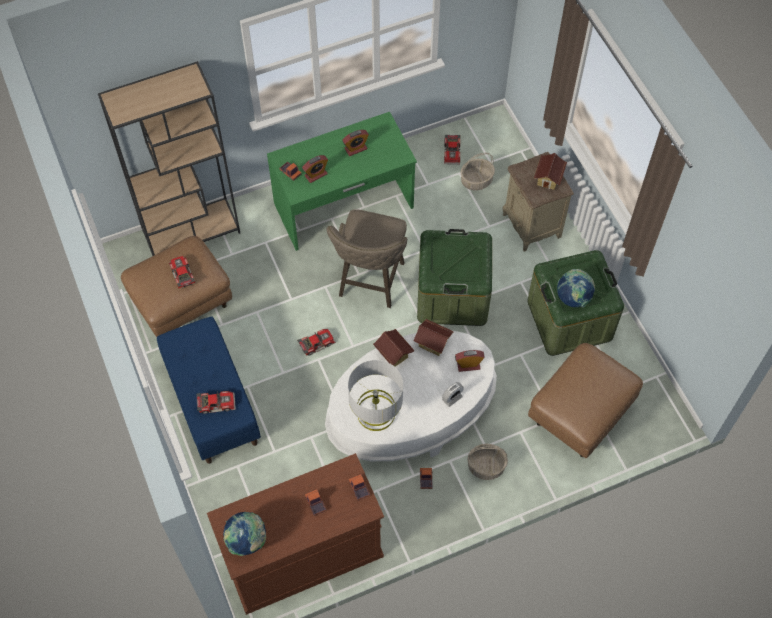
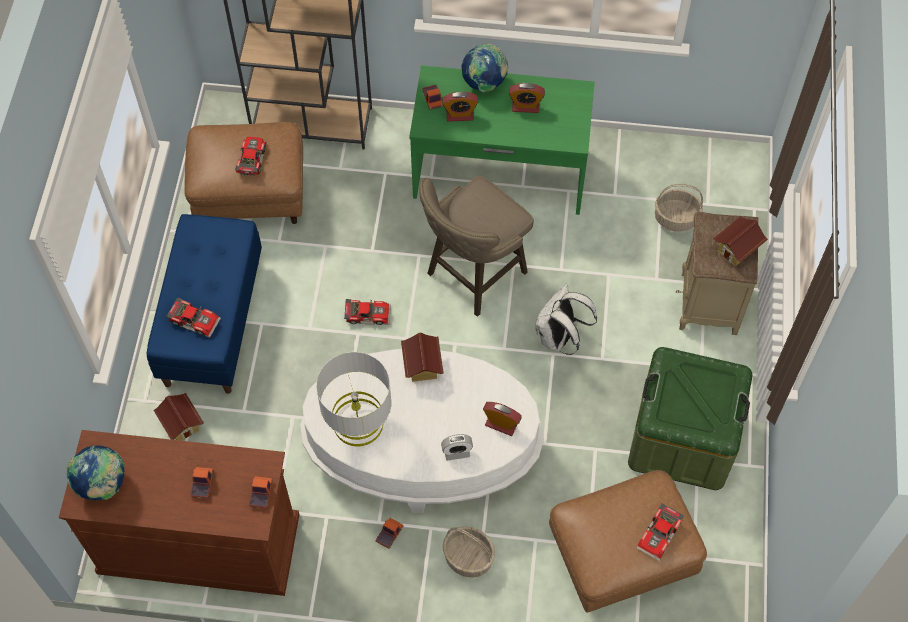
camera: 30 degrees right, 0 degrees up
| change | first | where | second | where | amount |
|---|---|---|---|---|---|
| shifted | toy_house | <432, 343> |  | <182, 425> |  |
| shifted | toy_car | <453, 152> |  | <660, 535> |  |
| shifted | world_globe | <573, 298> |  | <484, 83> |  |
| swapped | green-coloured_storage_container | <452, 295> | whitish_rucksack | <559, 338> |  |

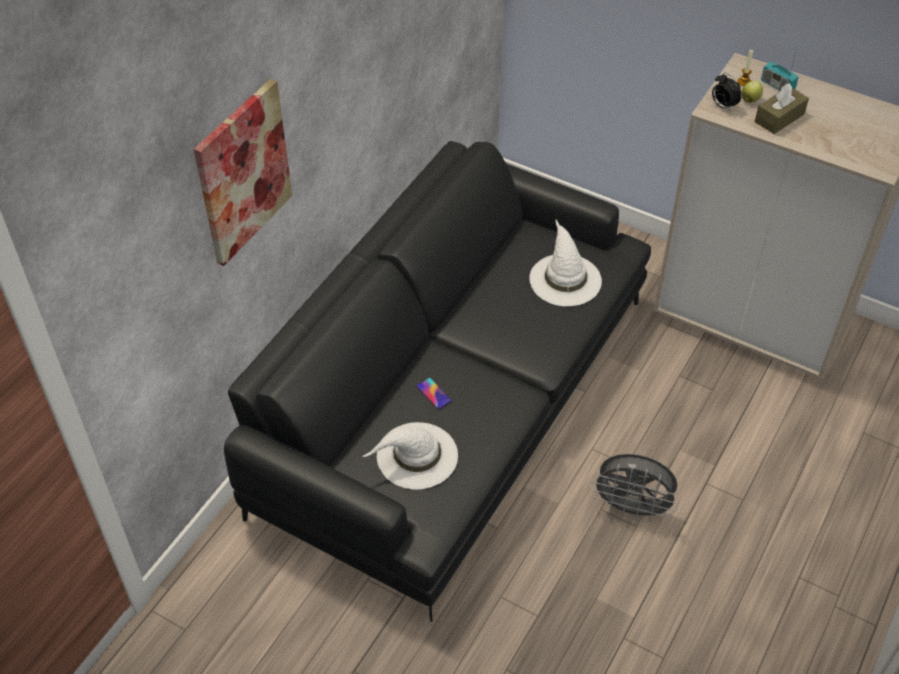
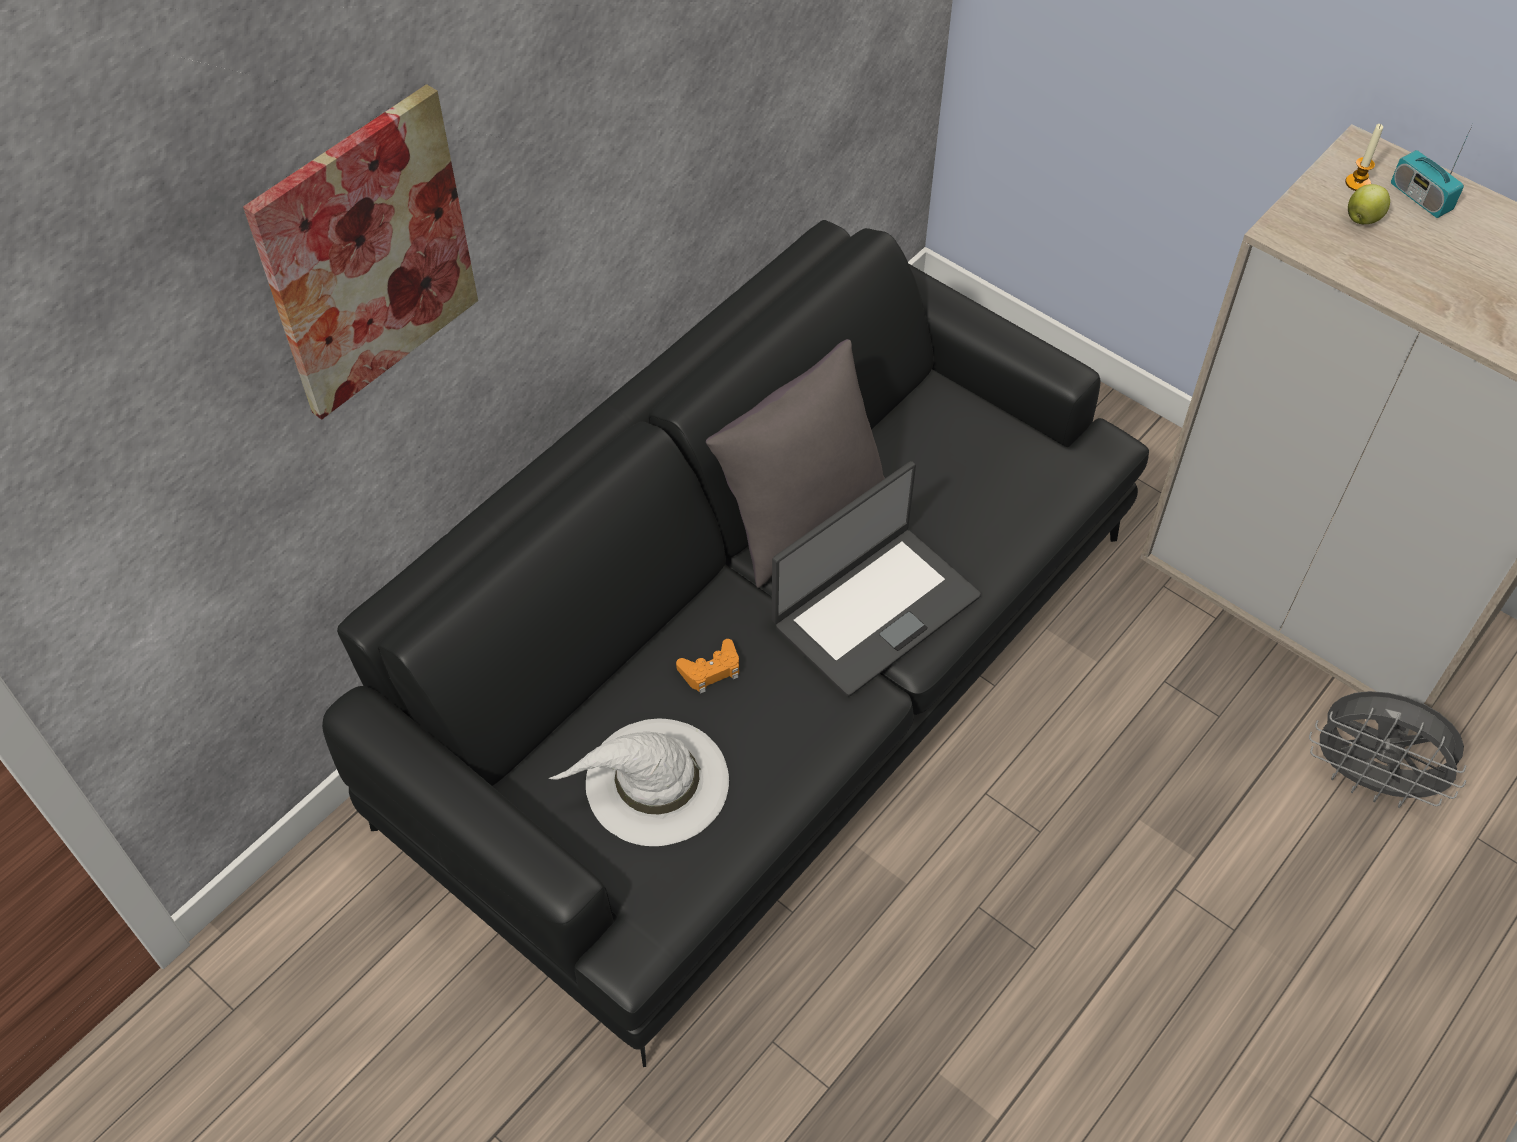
camera: 10 degrees right, 5 degrees up
| change | first | where | second | where | amount |
|---|---|---|---|---|---|
| gone | whitish_clothing_hat | <564, 279> |  |  |  |
| gone | bedside_clock | <723, 106> |  |  |  |
| gone | brown-coloured_tissue_holder | <779, 118> |  |  |  |
| new |  |  | gray_cushion | <800, 520> |  |
| new |  |  | portable_computer | <874, 609> |  |
| shifted | gray_electric_fan | <632, 509> |  | <1368, 780> |  |
| swapped | handset | <433, 393> | orange_joypad | <711, 670> |  |

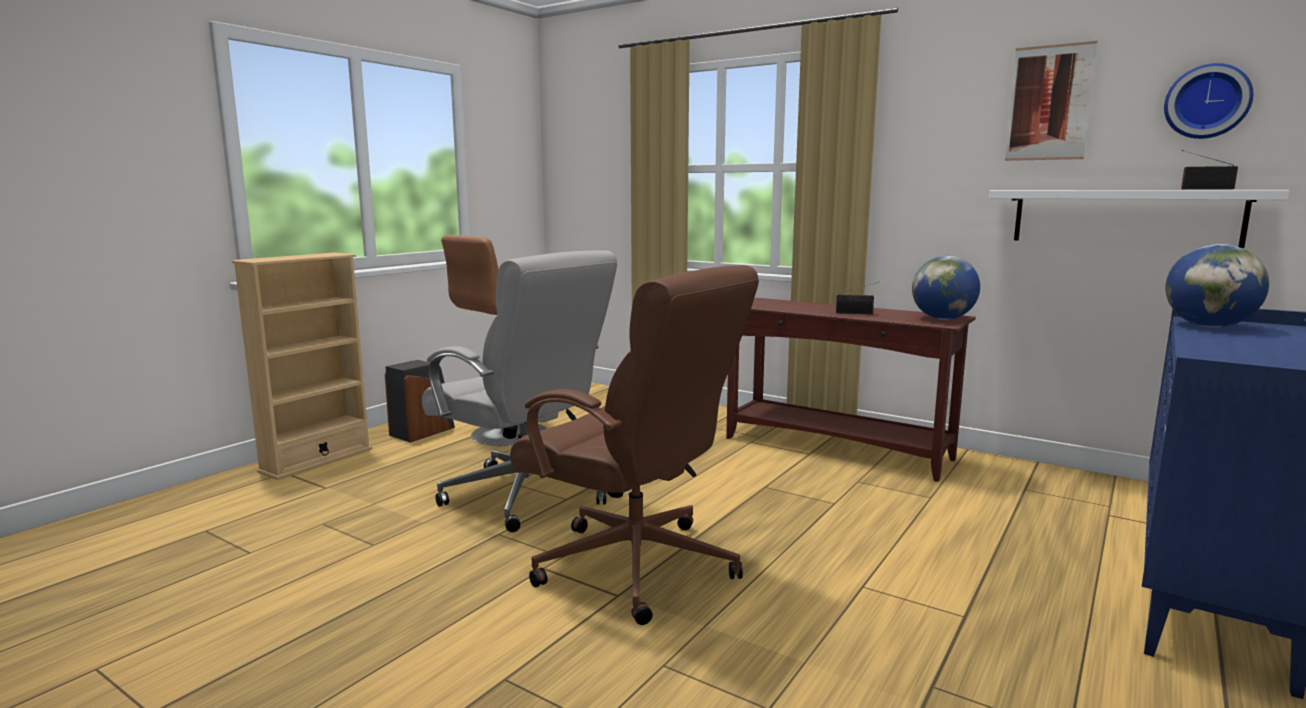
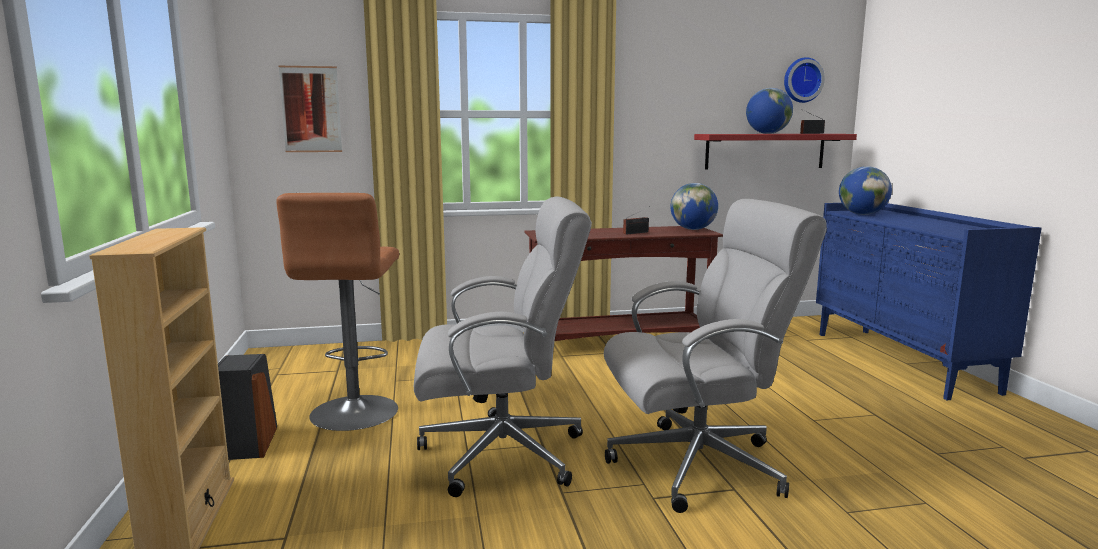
camera: 45 degrees left, 0 degrees up
| change | first | where | second | where | amount |
|---|---|---|---|---|---|
| new |  |  | world_globe | <767, 133> |  |
| shifted | wall_picture | <1049, 103> |  | <311, 109> |  |
| repainted | brown-coloured_computer_chair | <635, 565> | gray_computer_chair | <696, 465> |  |
| repainted | whitish_bracket_shelf | <1124, 217> | reddish_bracket_shelf | <765, 151> |  |

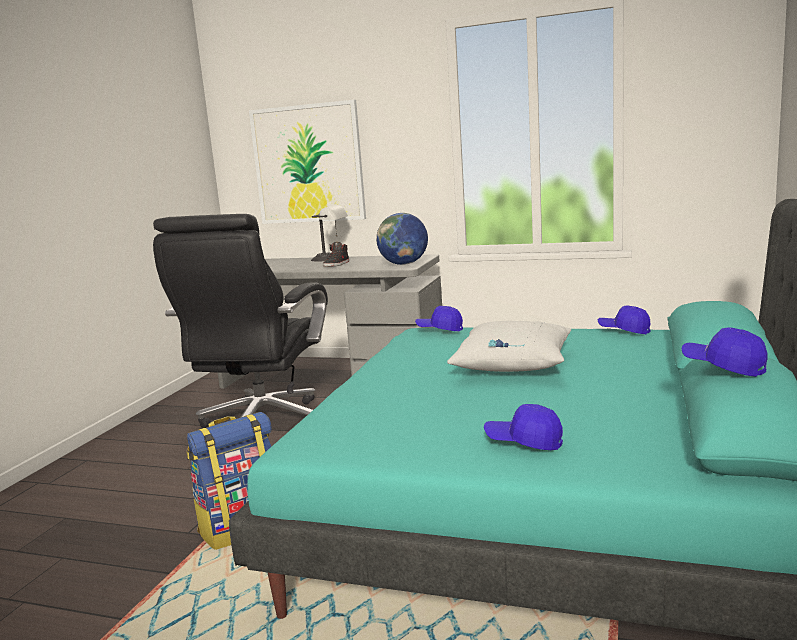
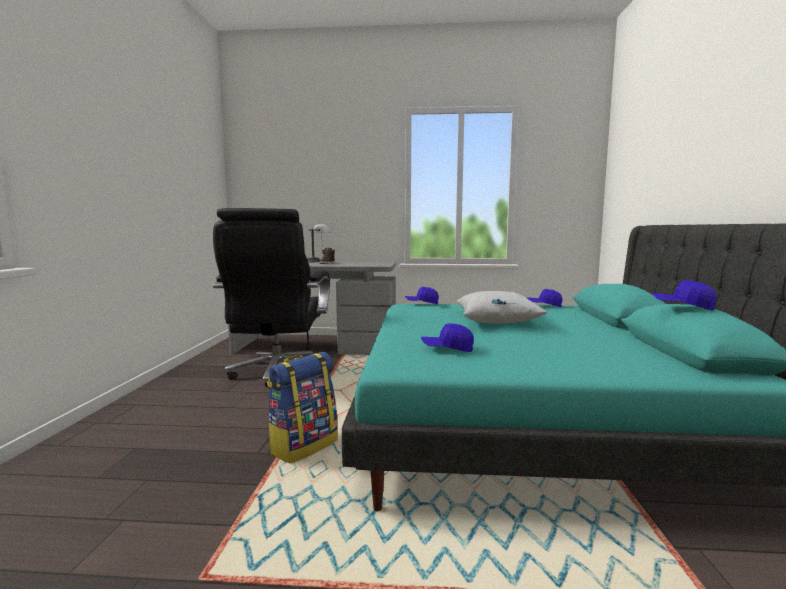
camera: 15 degrees left, 5 degrees down
| change | first | where | second | where | amount |
|---|---|---|---|---|---|
| gone | wall_picture | <308, 164> |  |  |  |
| gone | world_globe | <404, 264> |  |  |  |
| shifted | bluish_peaked_cap | <524, 442> |  | <447, 349> |  |

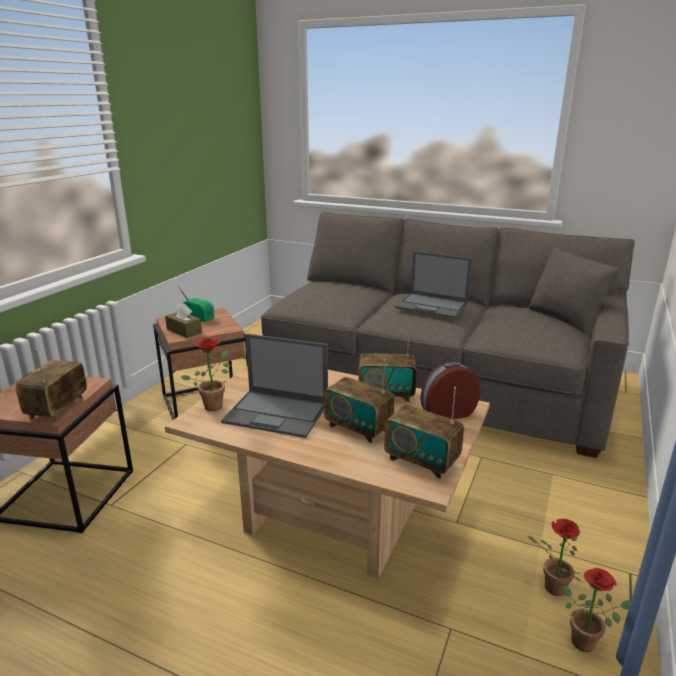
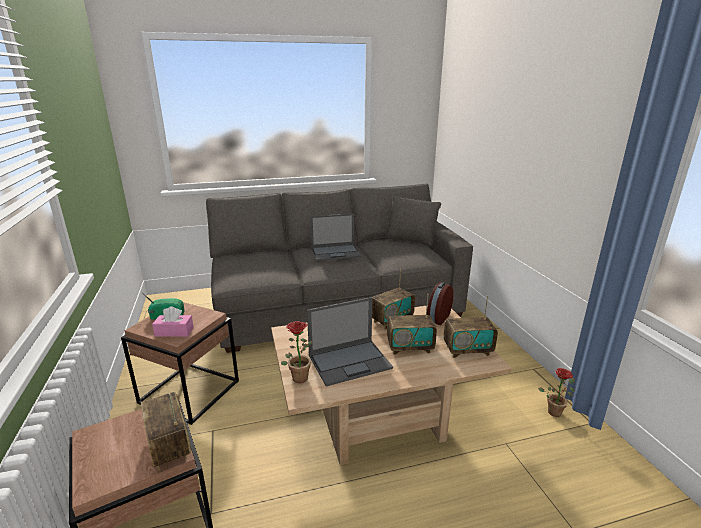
camera: 40 degrees left, 0 degrees up
| change | first | where | second | where | amount |
|---|---|---|---|---|---|
| gone | houseplant | <550, 588> |  |  |  |
| repainted | brown-coloured_tissue_holder | <184, 331> | pink_tissue_holder | <174, 331> |  |

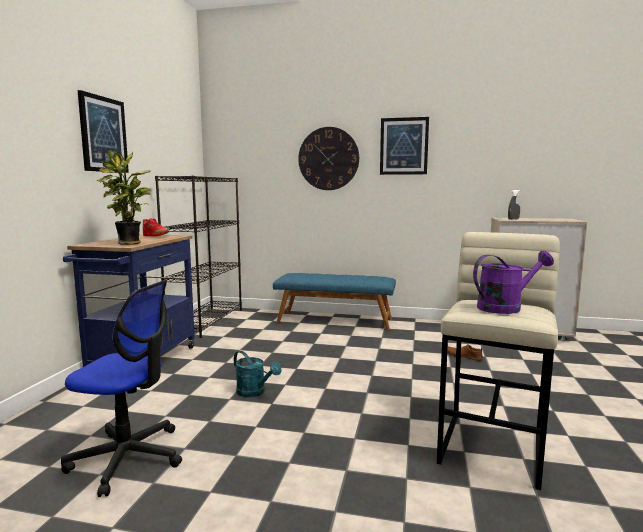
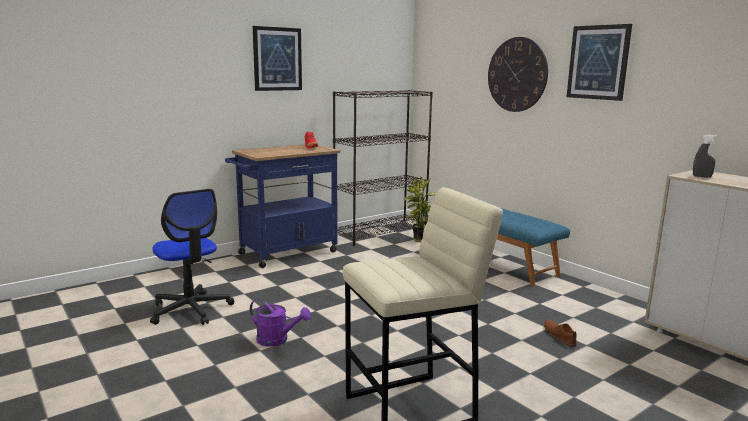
camera: 40 degrees right, 5 degrees up
| change | first | where | second | where | amount |
|---|---|---|---|---|---|
| gone | turquoise_watering_can | <255, 392> |  |  |  |
| shifted | houseplant | <129, 243> |  | <419, 240> |  |
| shifted | purple_watering_can | <505, 307> |  | <277, 340> |  |

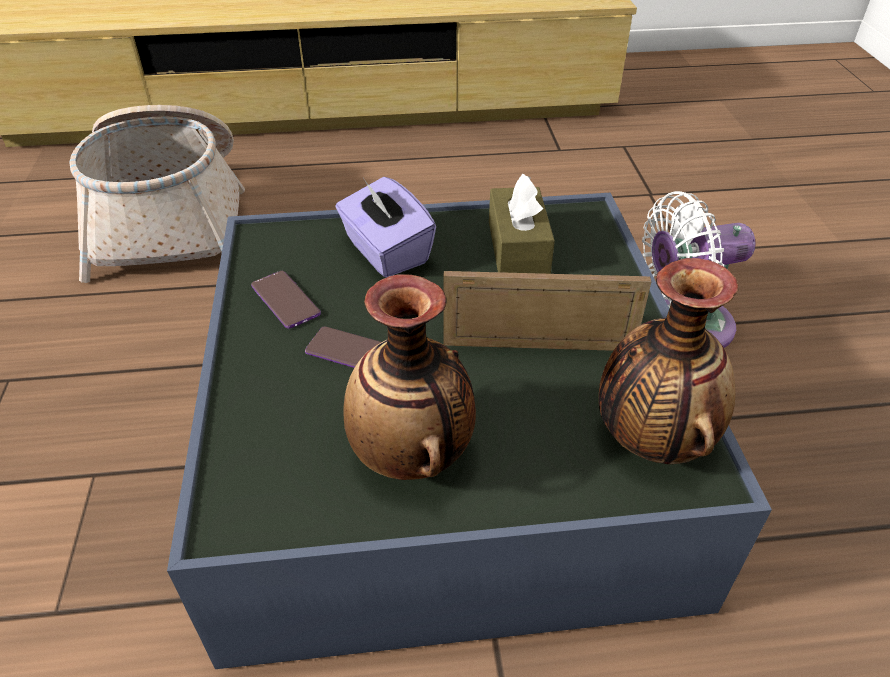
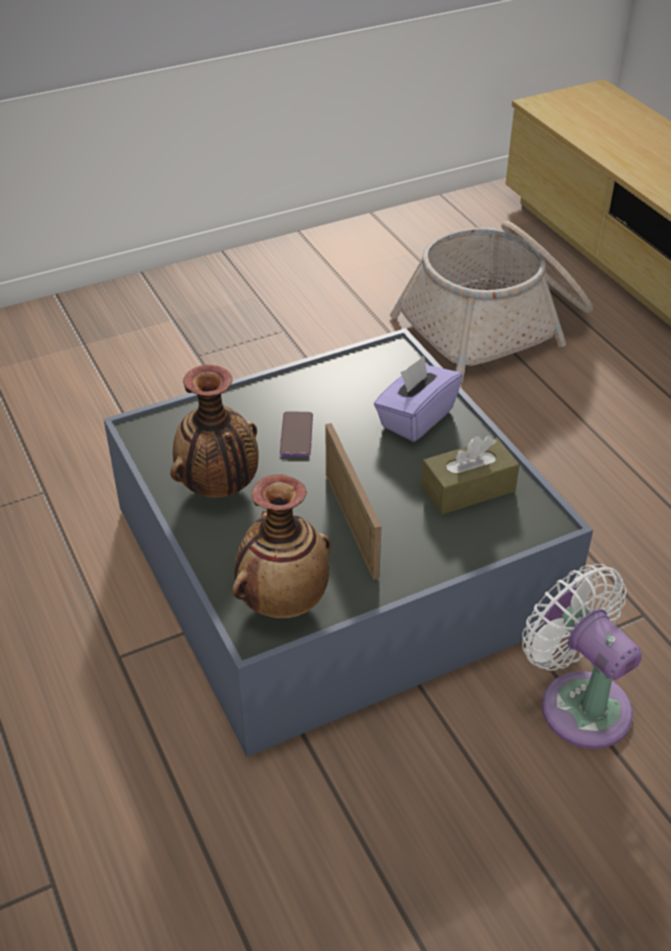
camera: 70 degrees right, 0 degrees up
| change | first | where | second | where | amount |
|---|---|---|---|---|---|
| gone | handset | <285, 300> |  |  |  |

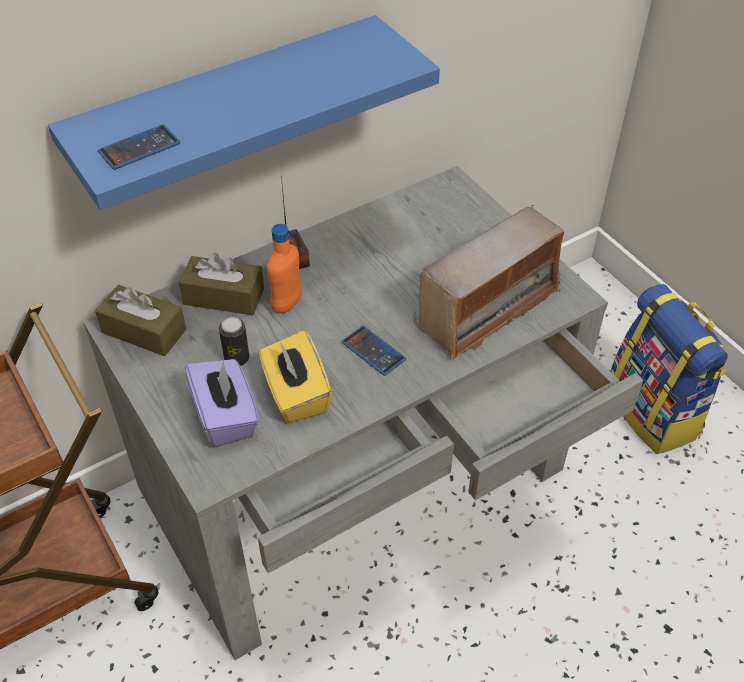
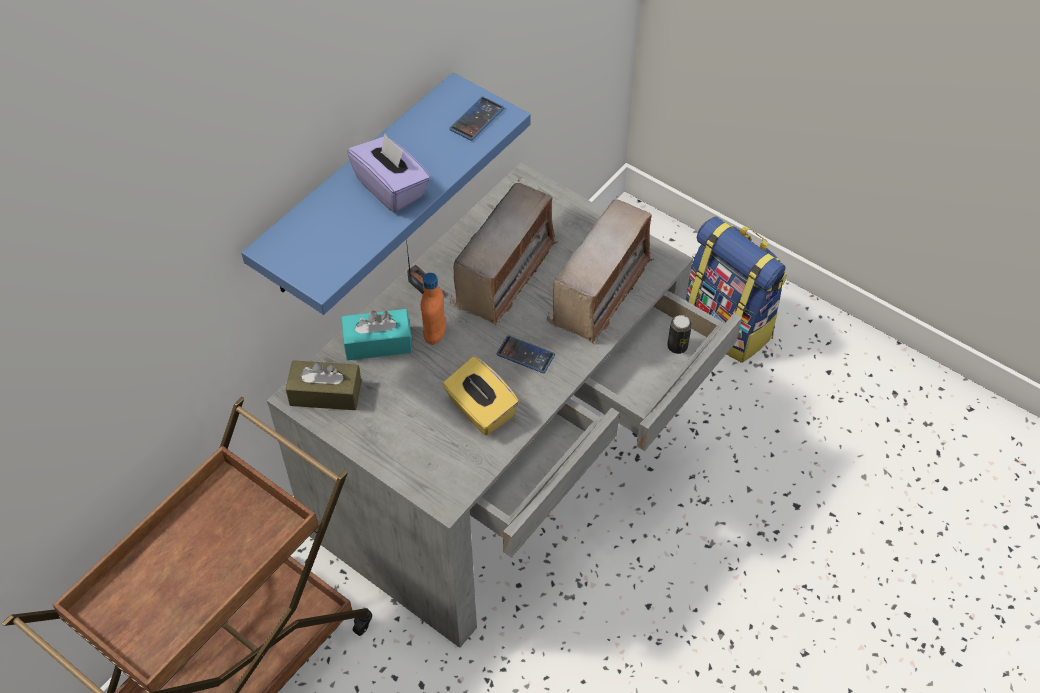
camera: 20 degrees left, 5 degrees up
| change | first | where | second | where | amount |
|---|---|---|---|---|---|
| new |  |  | radio | <505, 274> |  |
| shifted | handset | <139, 148> |  | <477, 119> |  |
| shifted | purple_tissue_holder | <226, 417> |  | <391, 188> |  |
| shifted | metal_can | <237, 358> |  | <677, 346> |  |
| repainted | brown-coloured_tissue_holder | <224, 296> | turquoise_tissue_holder | <378, 343> |  |

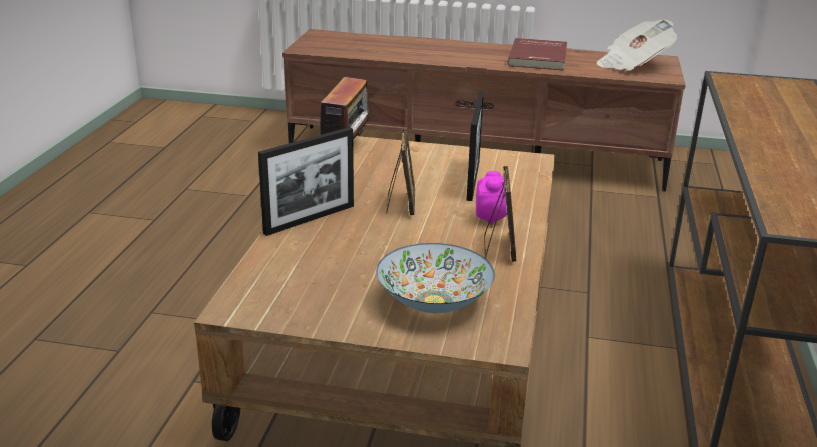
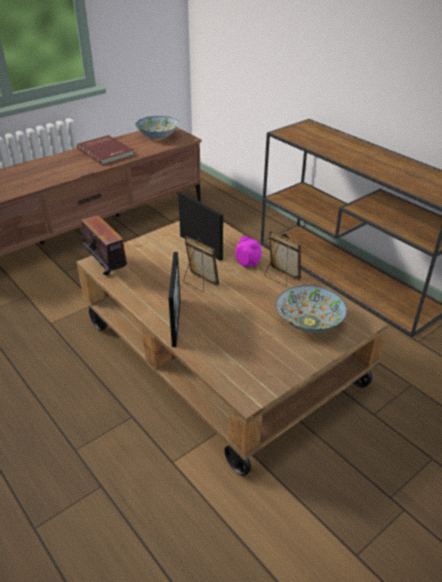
camera: 50 degrees left, 10 degrees up
| change | first | where | second | where | amount |
|---|---|---|---|---|---|
| swapped | newspaper | <633, 65> | deep_dish | <158, 136> |  |

